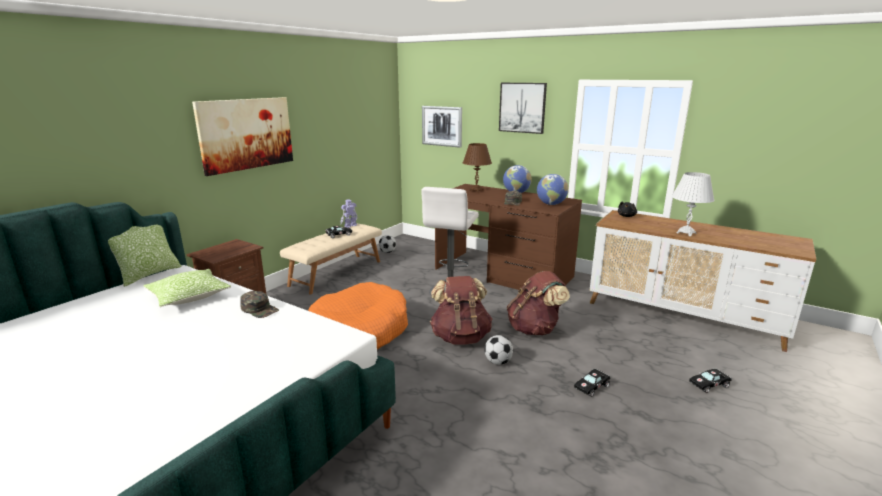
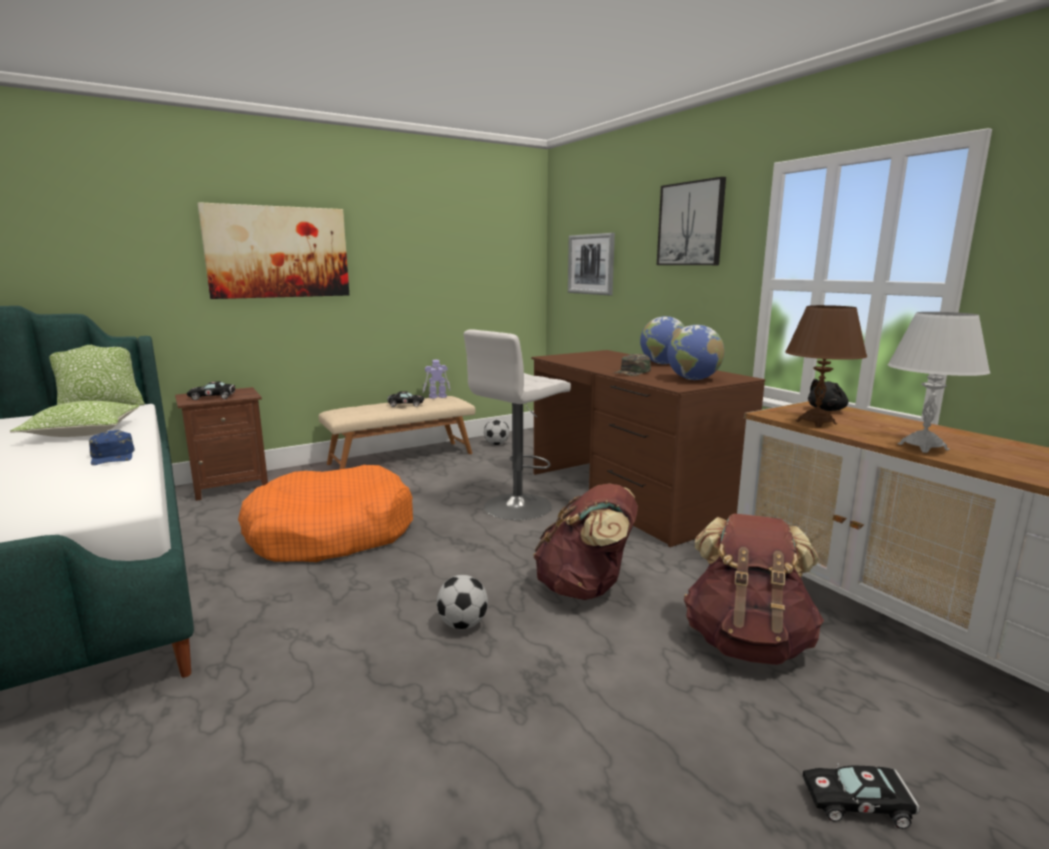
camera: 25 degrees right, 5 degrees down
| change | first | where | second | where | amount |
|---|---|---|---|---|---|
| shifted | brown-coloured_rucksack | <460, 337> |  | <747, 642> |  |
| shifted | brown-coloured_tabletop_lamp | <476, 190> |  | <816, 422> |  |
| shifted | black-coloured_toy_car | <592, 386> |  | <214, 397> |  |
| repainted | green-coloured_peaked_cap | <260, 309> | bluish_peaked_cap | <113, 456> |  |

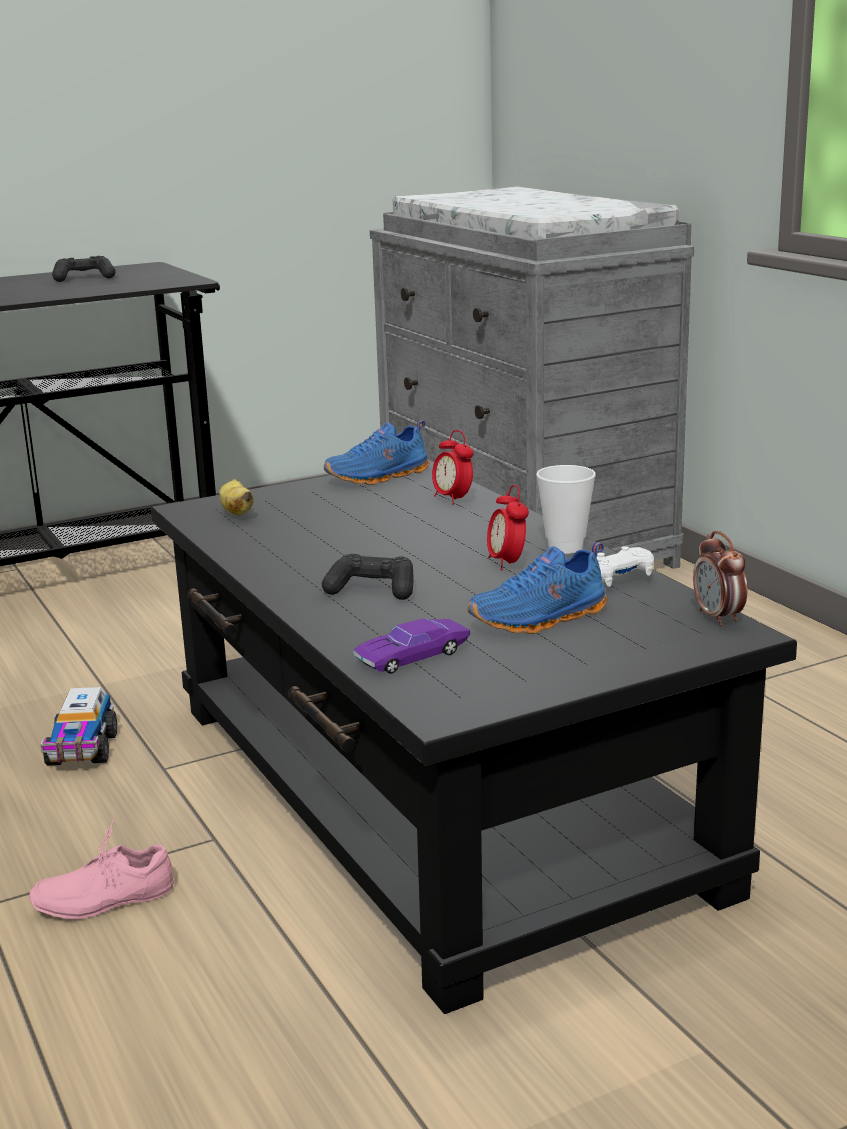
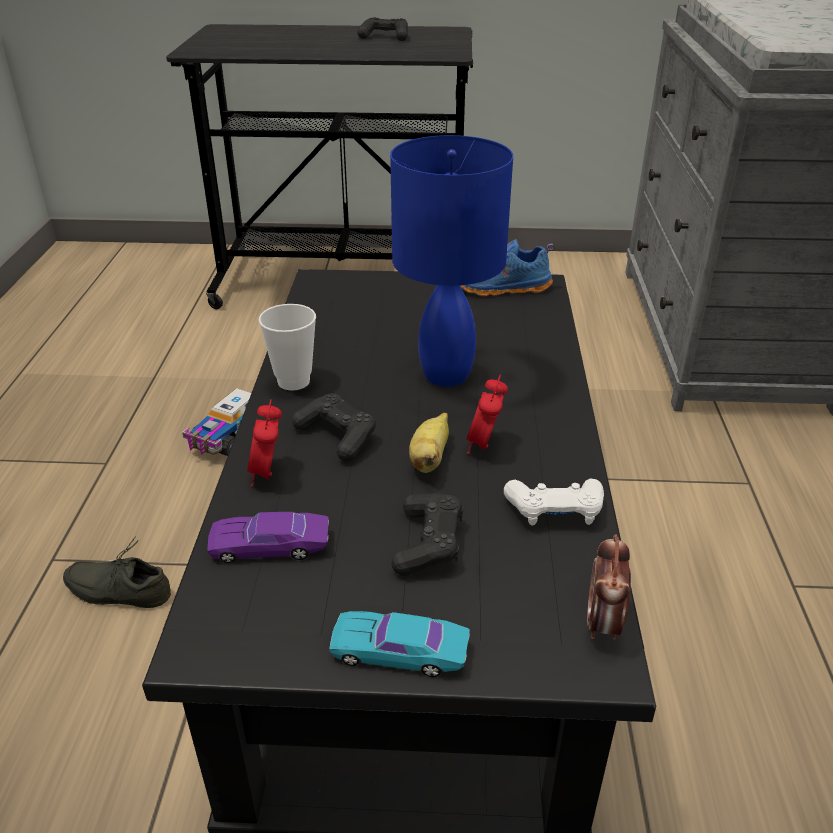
camera: 30 degrees right, 15 degrees up
| change | first | where | second | where | amount |
|---|---|---|---|---|---|
| new |  |  | turquoise_toy_car | <399, 650> |  |
| new |  |  | bluish_tabletop_lamp | <444, 374> |  |
| shifted | banana | <237, 512> |  | <429, 458> |  |
| shifted | bedside_clock | <453, 499> |  | <268, 474> |  |
| shifted | cup | <565, 547> |  | <293, 381> |  |
| swapped | bluish_low_shoe | <540, 619> | black-coloured_joypad | <428, 543> |  |
| repainted | pink_low_shoe | <103, 897> | gray_low_shoe | <120, 588> |  |

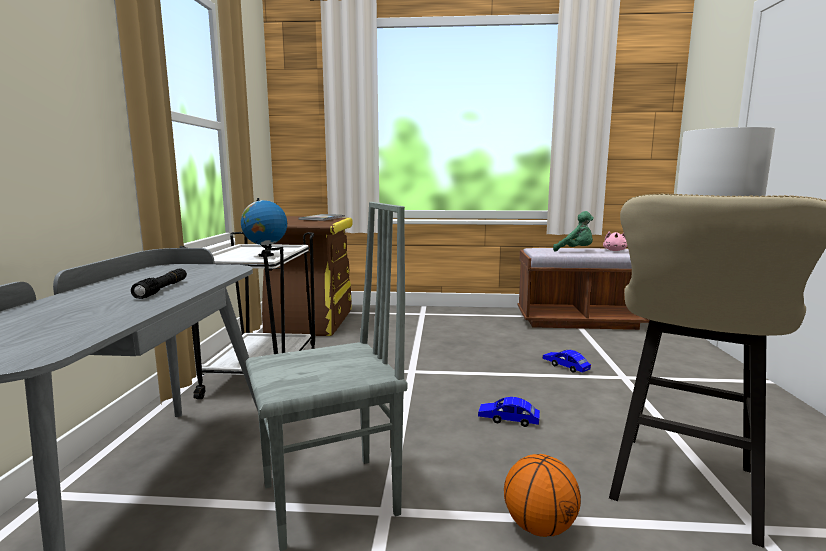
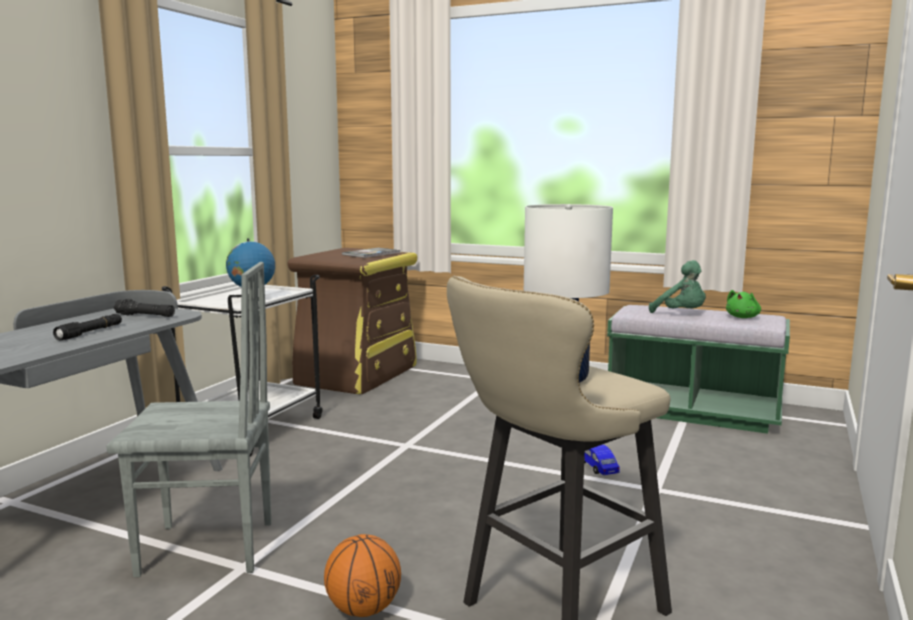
camera: 20 degrees right, 0 degrees up
| change | first | where | second | where | amount |
|---|---|---|---|---|---|
| gone | bluish_toy_car | <508, 420> |  |  |  |
| new |  |  | black-coloured_flashlight | <145, 316> |  |
| repainted | brown-coloured_bench | <579, 321> | green-coloured_bench | <692, 412> |  |
| repainted | pink_plush_toy | <614, 250> | green-coloured_plush_toy | <743, 317> |  |

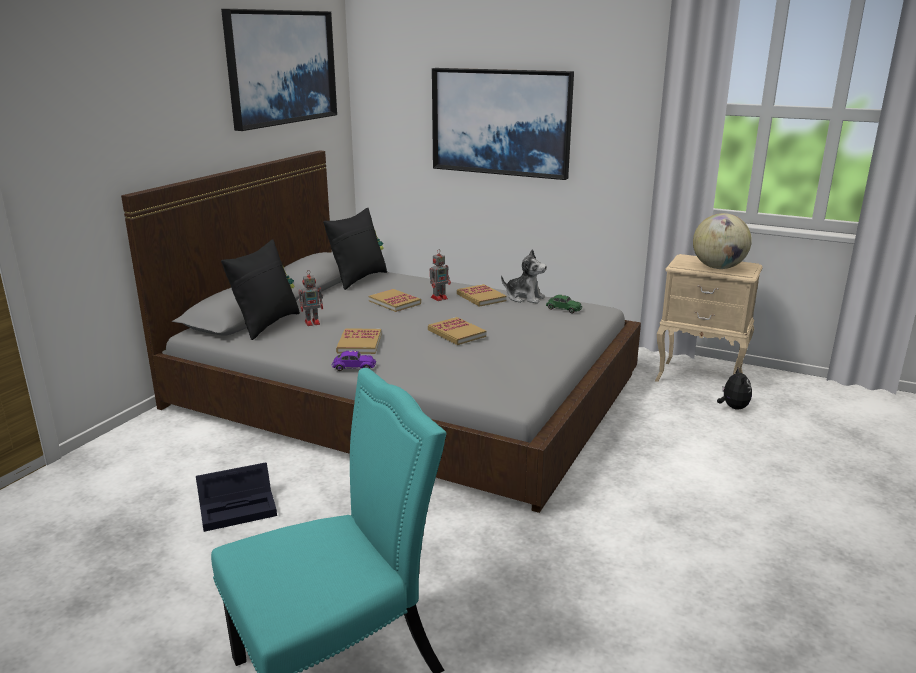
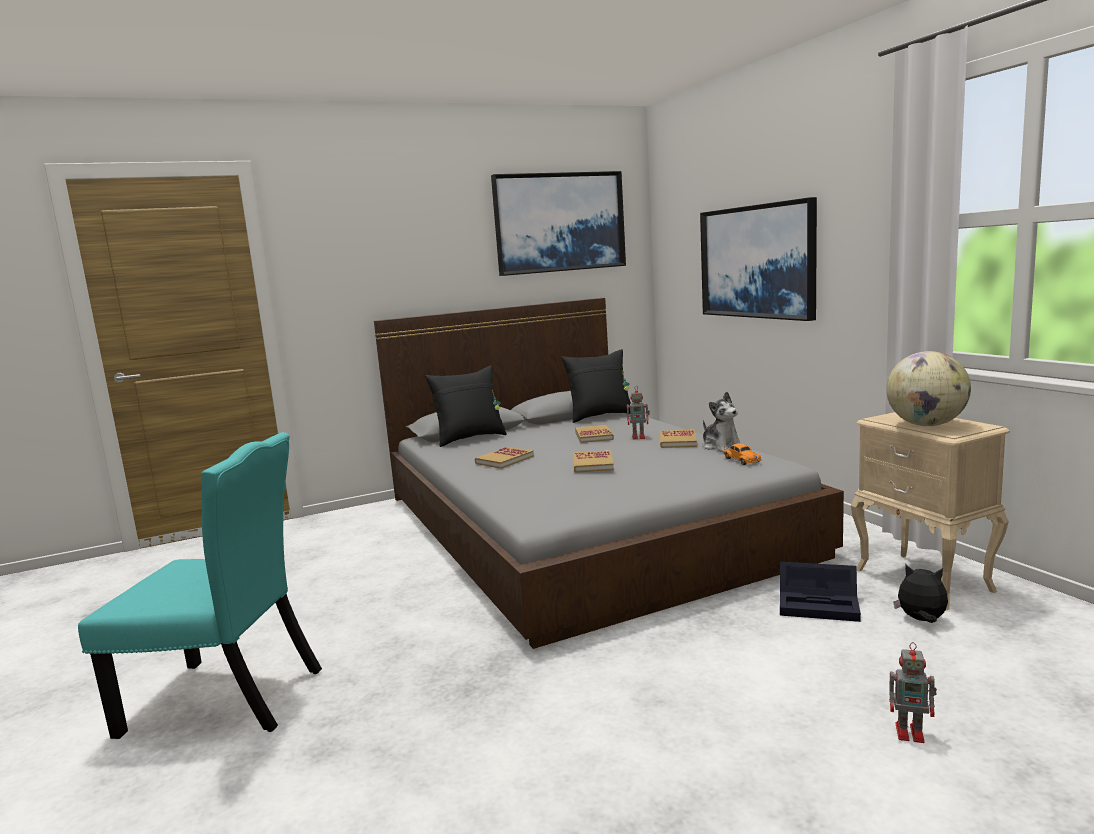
camera: 40 degrees right, 10 degrees down
| change | first | where | second | where | amount |
|---|---|---|---|---|---|
| gone | purple_toy_car | <354, 367> |  |  |  |
| shifted | black-coloured_storage_container | <240, 507> |  | <820, 604> |  |
| shifted | toy_robot | <313, 322> |  | <911, 733> |  |
| repainted | green-coloured_toy_car | <563, 309> | orange_toy_car | <742, 460> |  |
| rotated | plush_toy | <733, 407> |  | <921, 620> | 105 degrees counterclockwise |

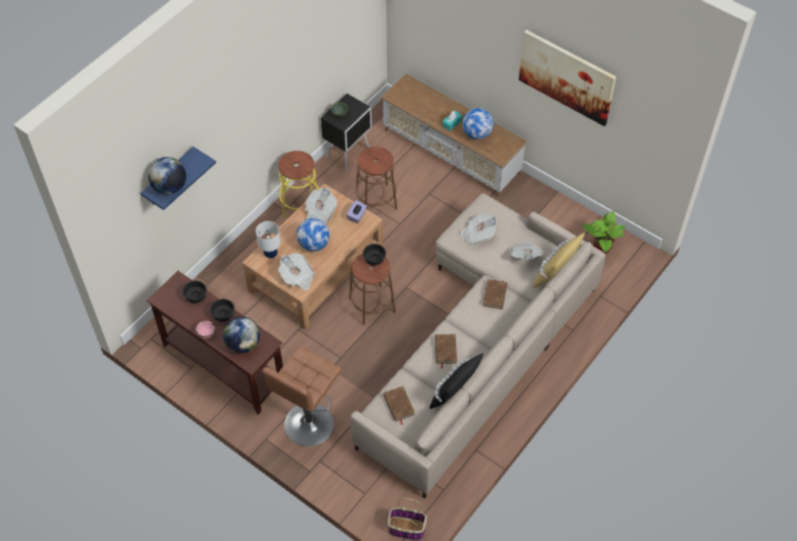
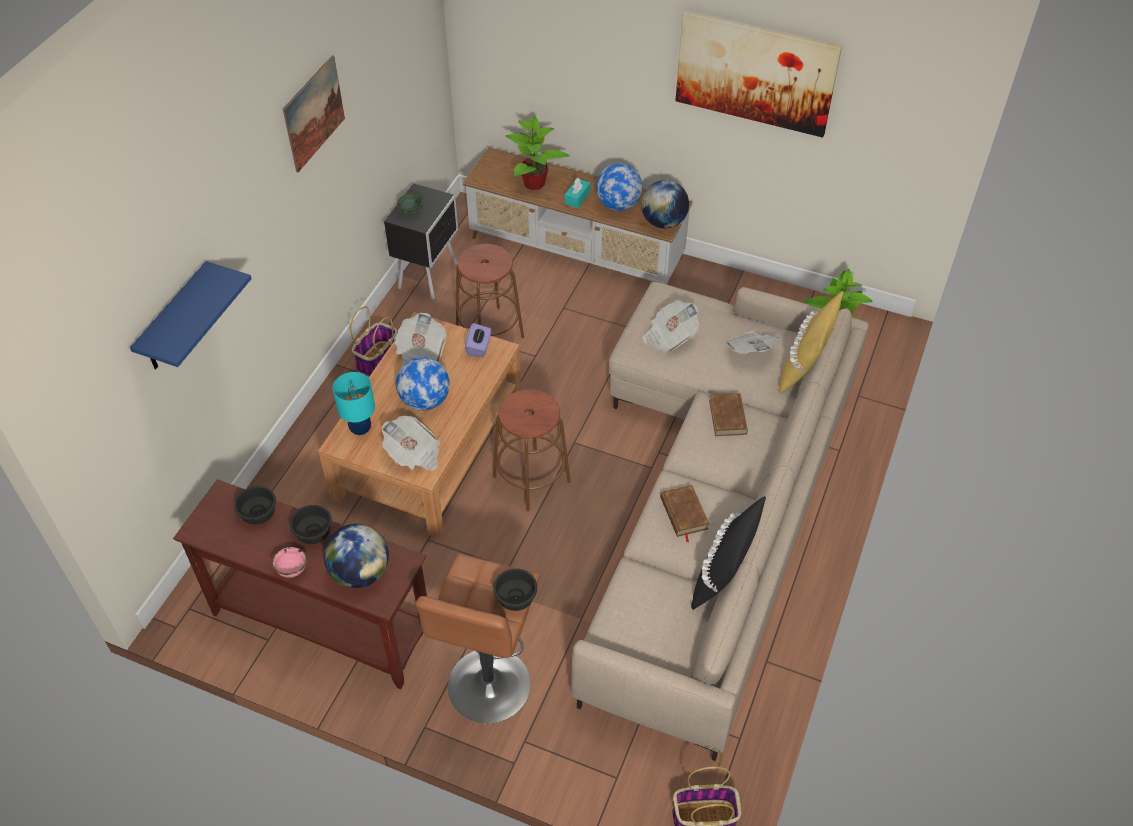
camera: 15 degrees left, 5 degrees down
| change | first | where | second | where | amount |
|---|---|---|---|---|---|
| gone | brown-coloured_bound_book | <398, 405> |  |  |  |
| new |  |  | wall_picture | <314, 113> |  |
| new |  |  | houseplant | <534, 184> |  |
| shifted | world_globe | <170, 187> |  | <663, 222> |  |
| shifted | black-coloured_deep_dish | <374, 258> |  | <516, 596> |  |
| swapped | yellow_stool | <300, 204> | storage_basket | <378, 359> |  |
| repainted | whitish_tabletop_lamp | <270, 254> | turquoise_tabletop_lamp | <359, 429> |  |

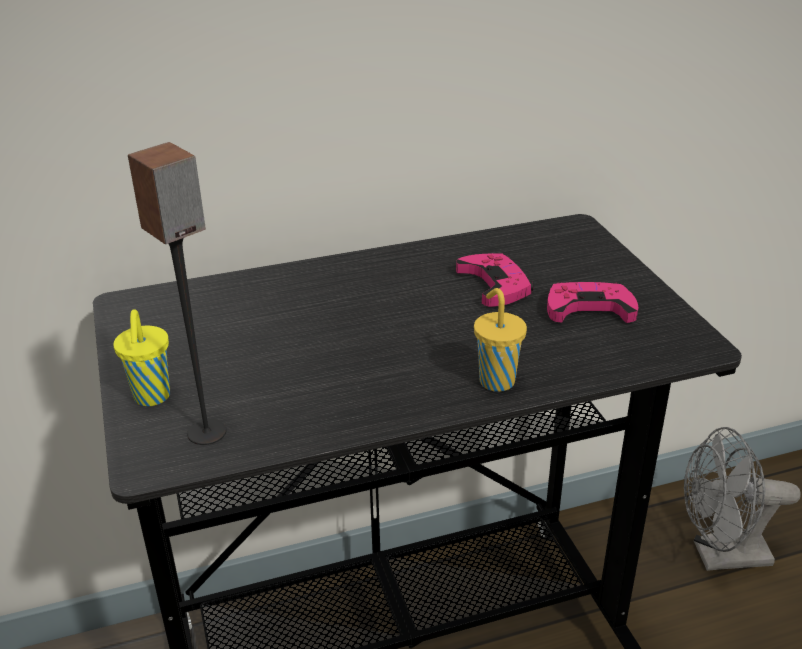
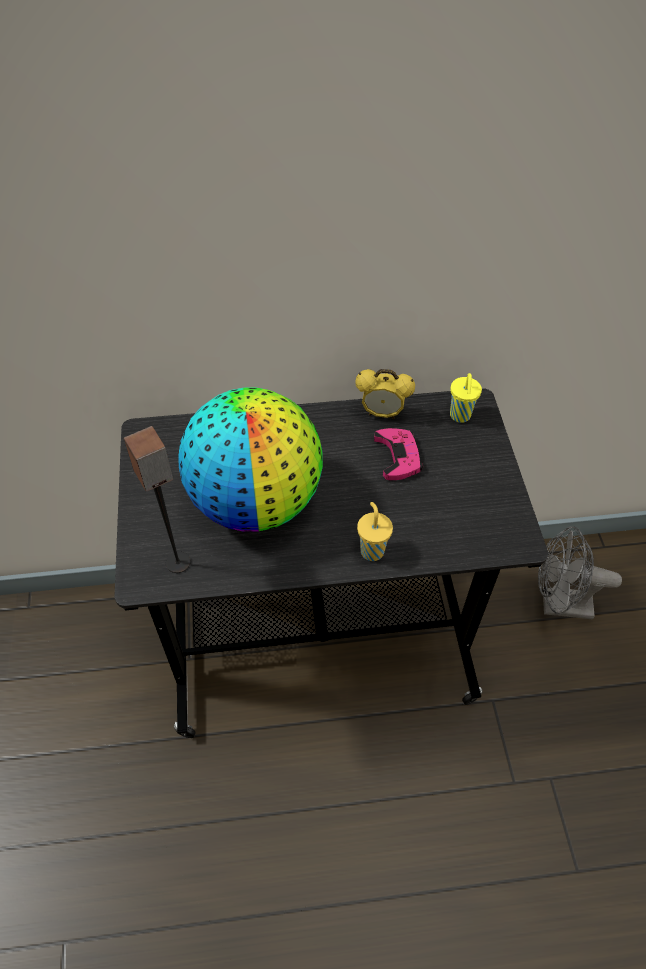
camera: 10 degrees right, 20 degrees up
| change | first | where | second | where | amount |
|---|---|---|---|---|---|
| gone | pink_joypad | <589, 309> |  |  |  |
| new |  |  | world_globe | <256, 500> |  |
| new |  |  | bedside_clock | <382, 413> |  |
| shifted | yellow_cup | <151, 397> |  | <460, 416> |  |

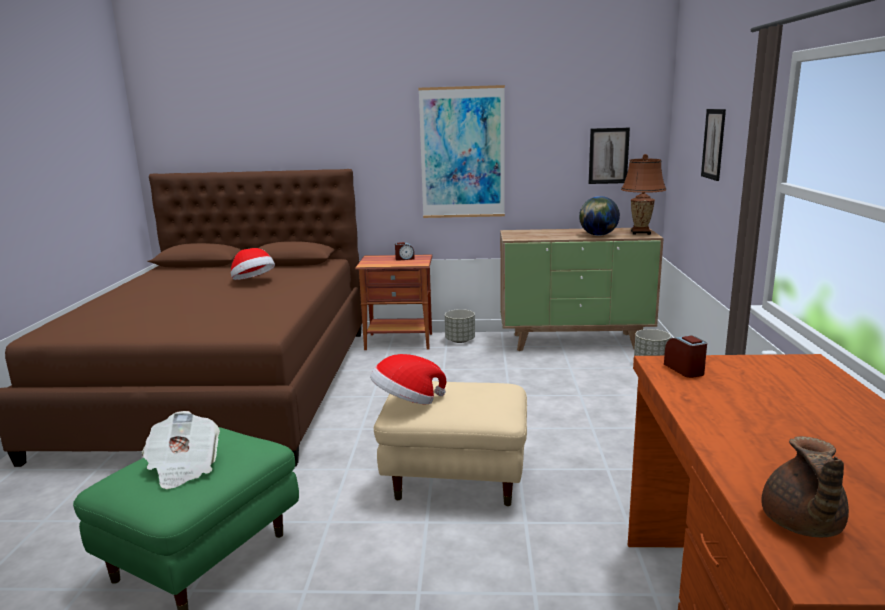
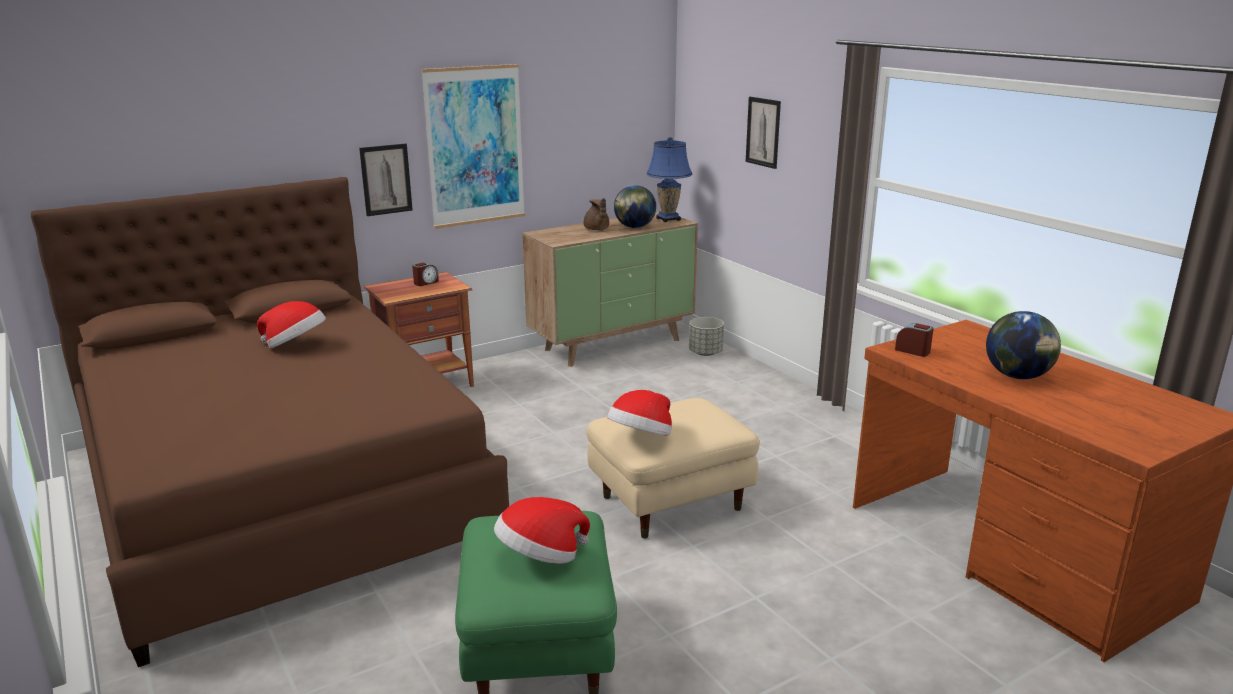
camera: 35 degrees left, 5 degrees up
| change | first | where | second | where | amount |
|---|---|---|---|---|---|
| gone | gray_flower_pot | <460, 340> |  |  |  |
| new |  |  | world_globe | <1018, 376> |  |
| shifted | wall_picture | <608, 156> |  | <386, 179> |  |
| shifted | brown-coloured_pot_for_tea | <801, 525> |  | <596, 229> |  |
| swapped | newspaper | <183, 467> | clothing_hat | <541, 557> |  |
| repainted | brown-coloured_tabletop_lamp | <640, 233> | bluish_tabletop_lamp | <668, 219> |  |

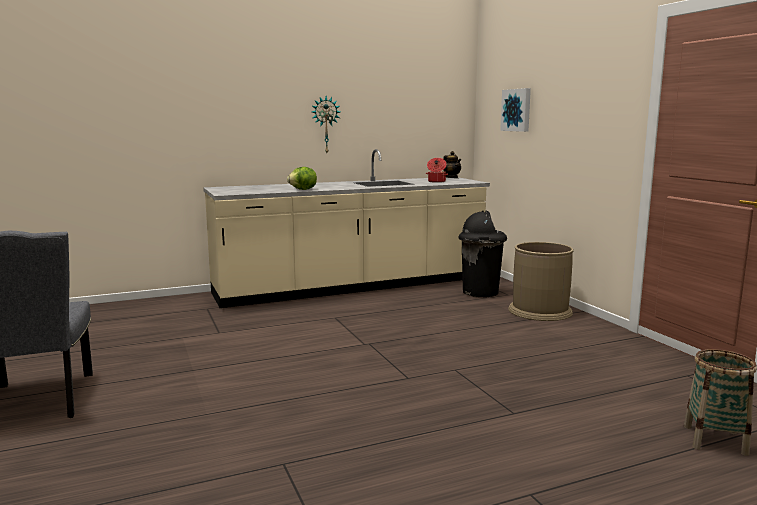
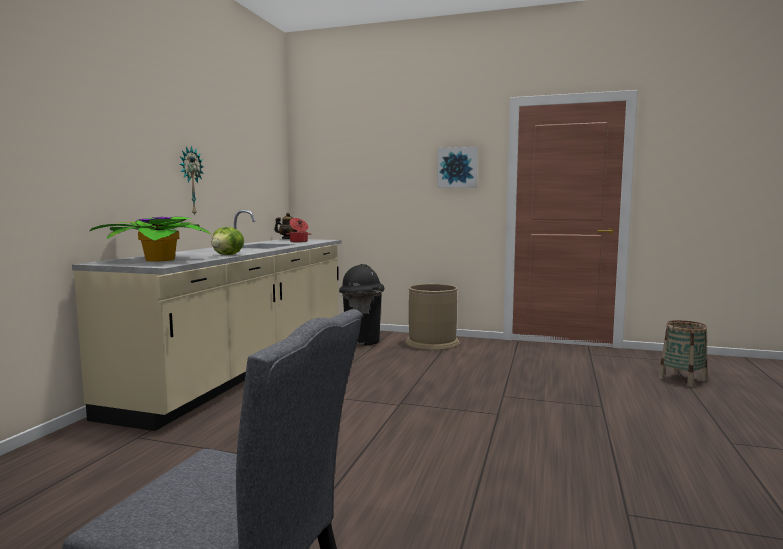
camera: 50 degrees left, 5 degrees down
| change | first | where | second | where | amount |
|---|---|---|---|---|---|
| new |  |  | houseplant | <156, 260> |  |
| shifted | wall_picture | <517, 110> |  | <457, 167> |  |

